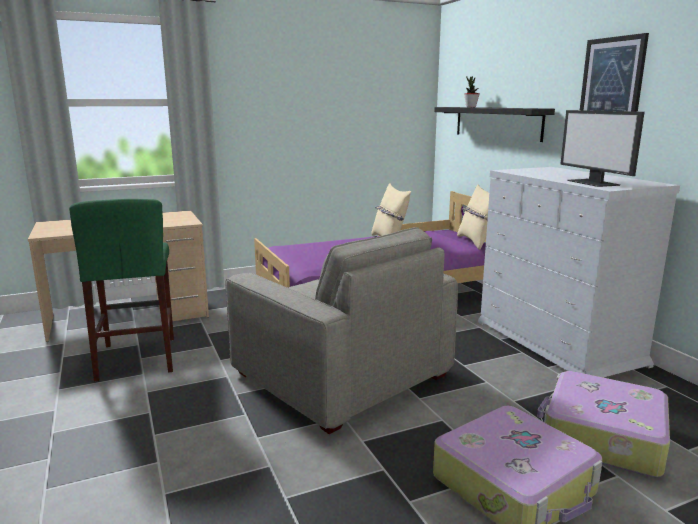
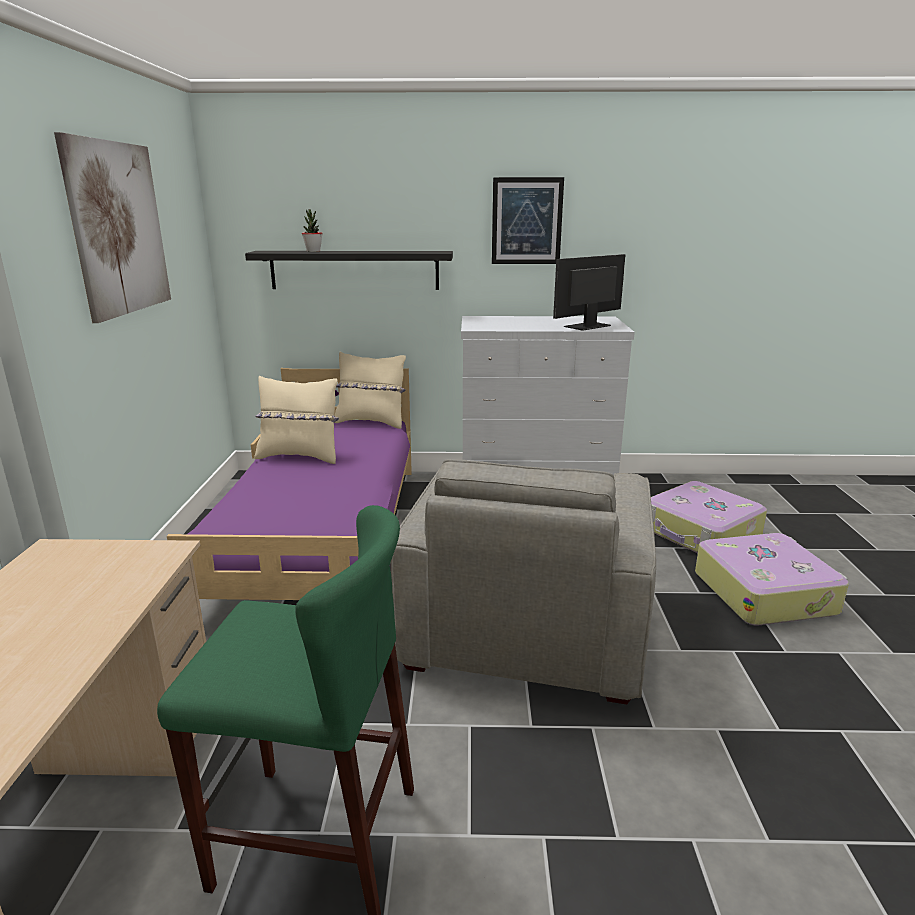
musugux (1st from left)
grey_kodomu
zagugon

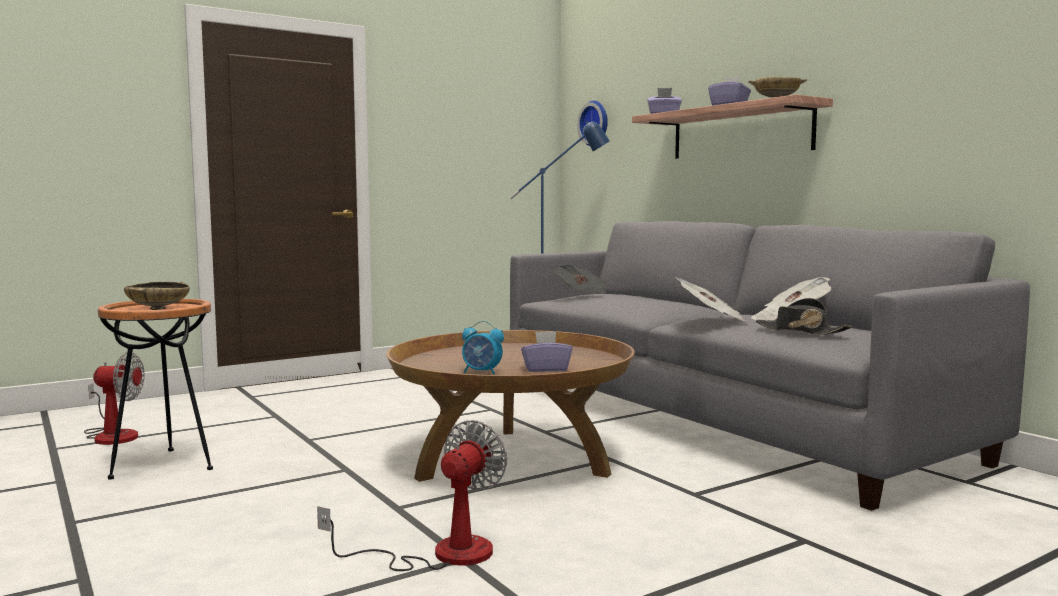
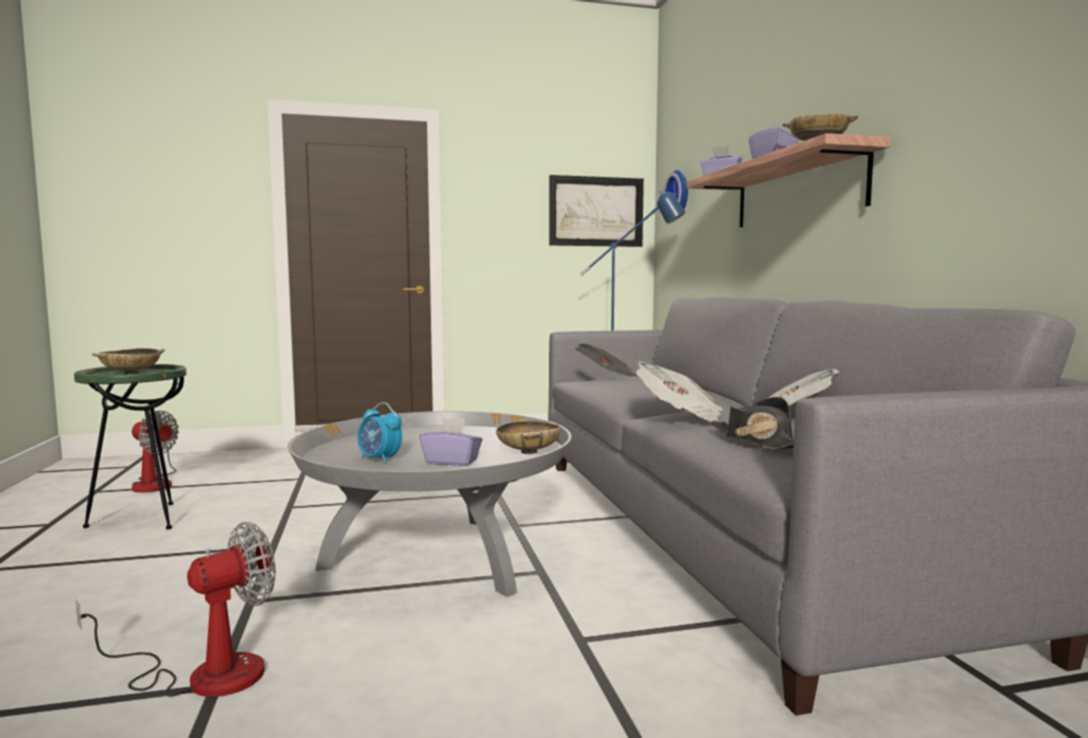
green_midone
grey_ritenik
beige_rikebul (2nd from left)
musugux

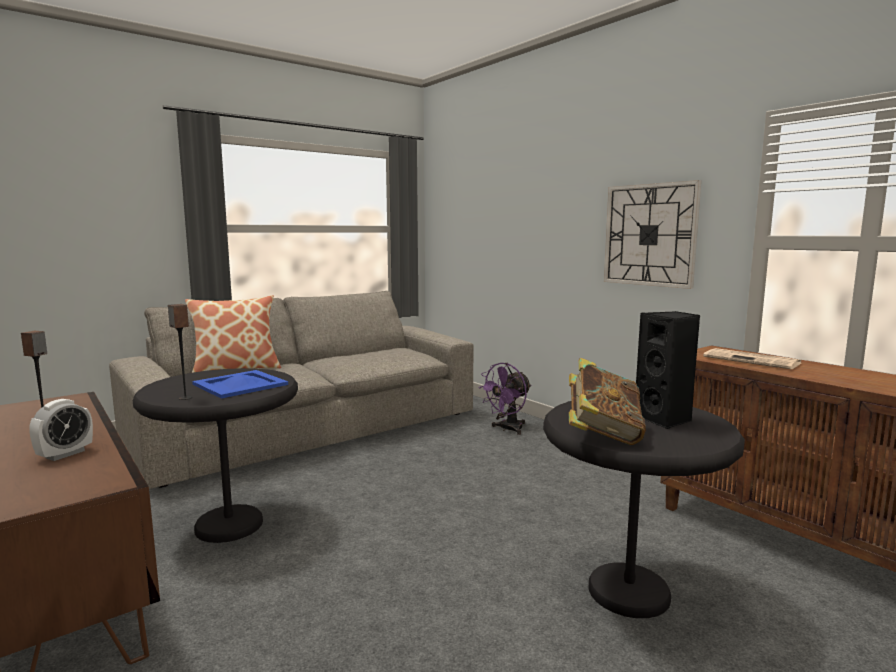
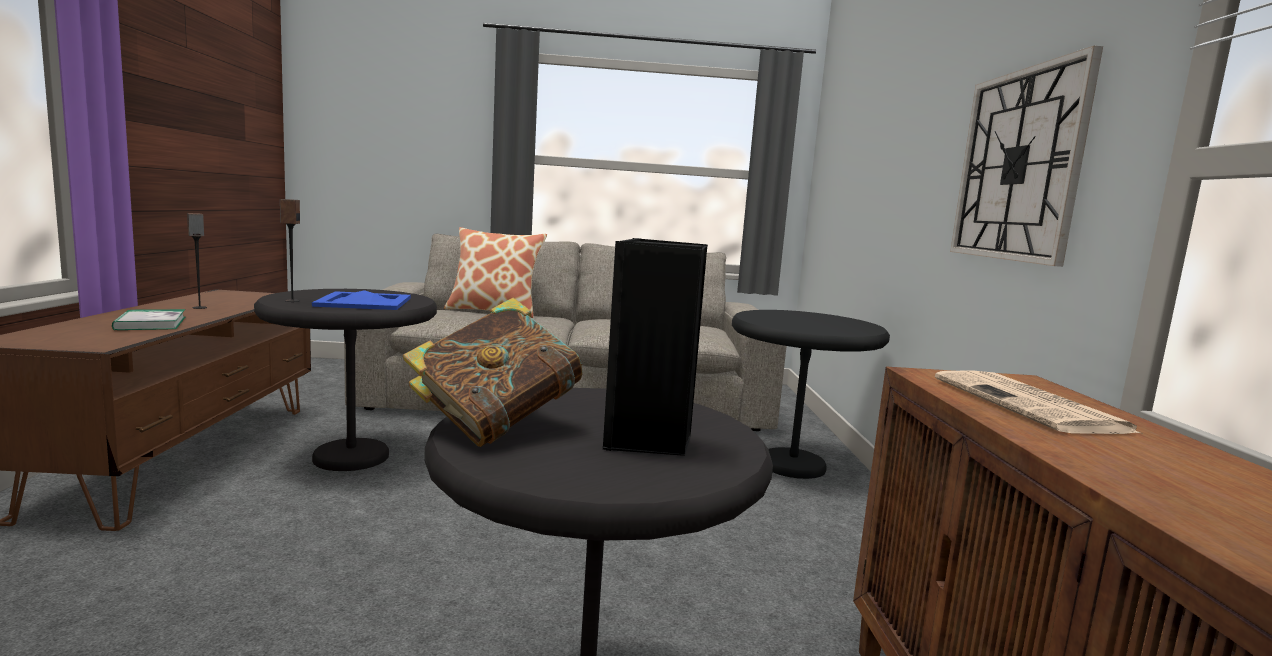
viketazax (1st from left)
black_midone (3rd from left)

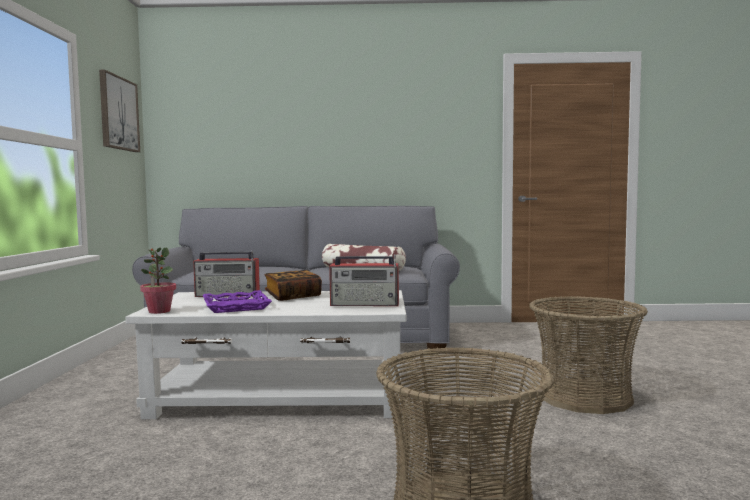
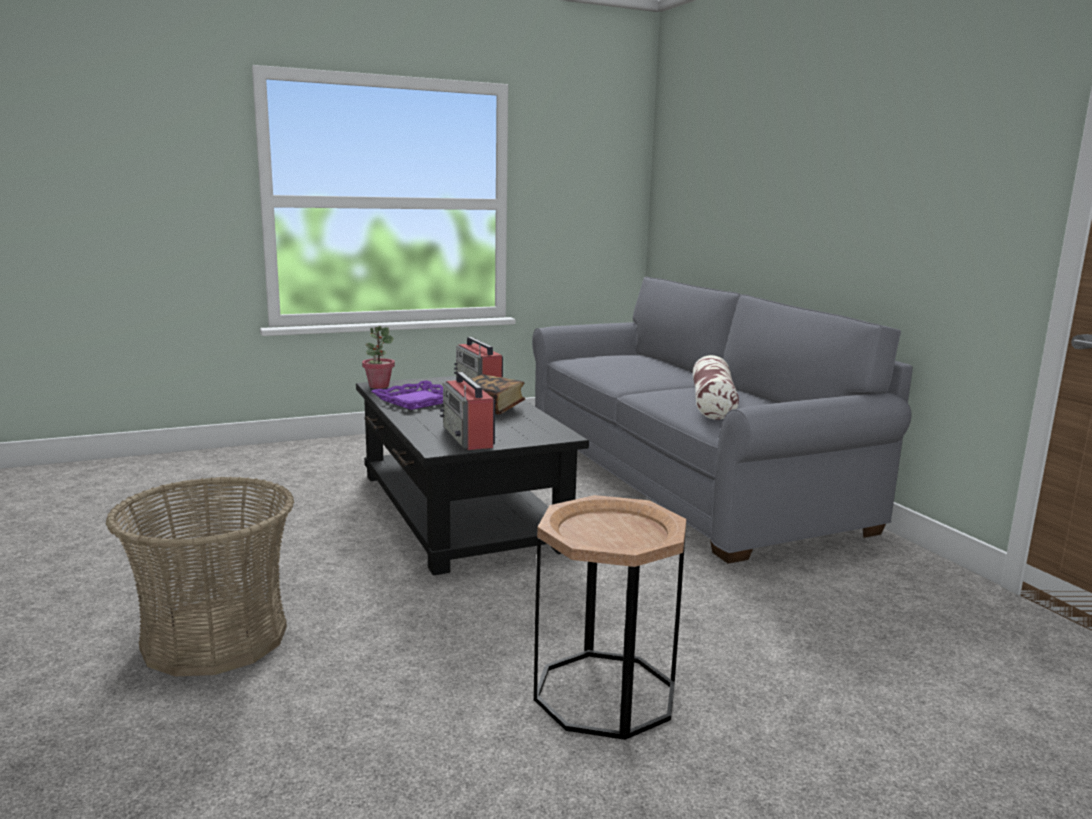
black_ritenik
brown_midone
musugux

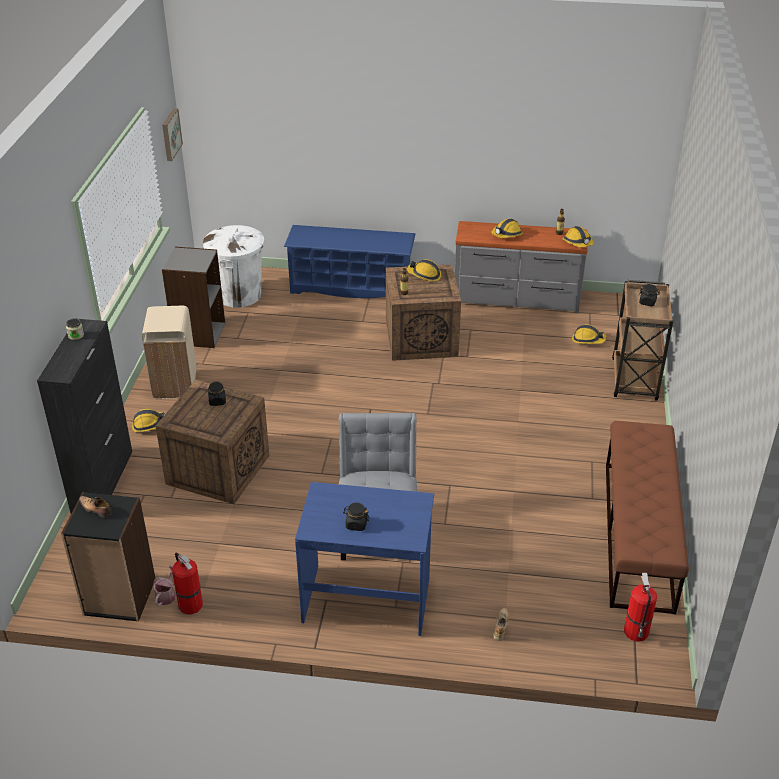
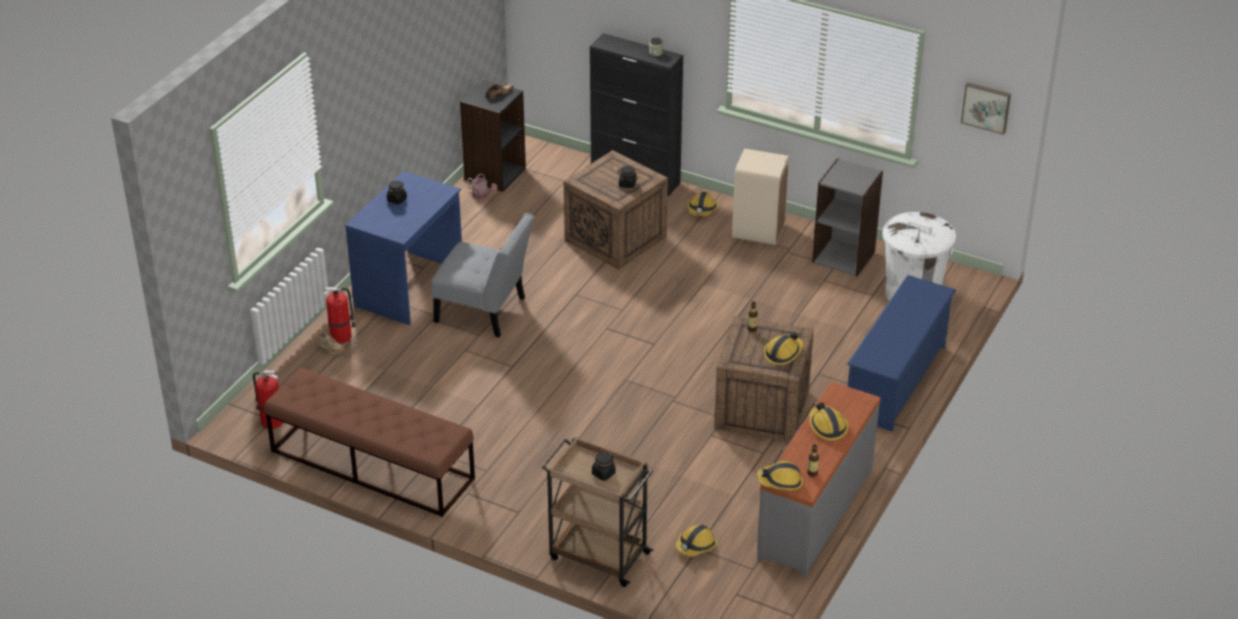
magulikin (2nd from left)

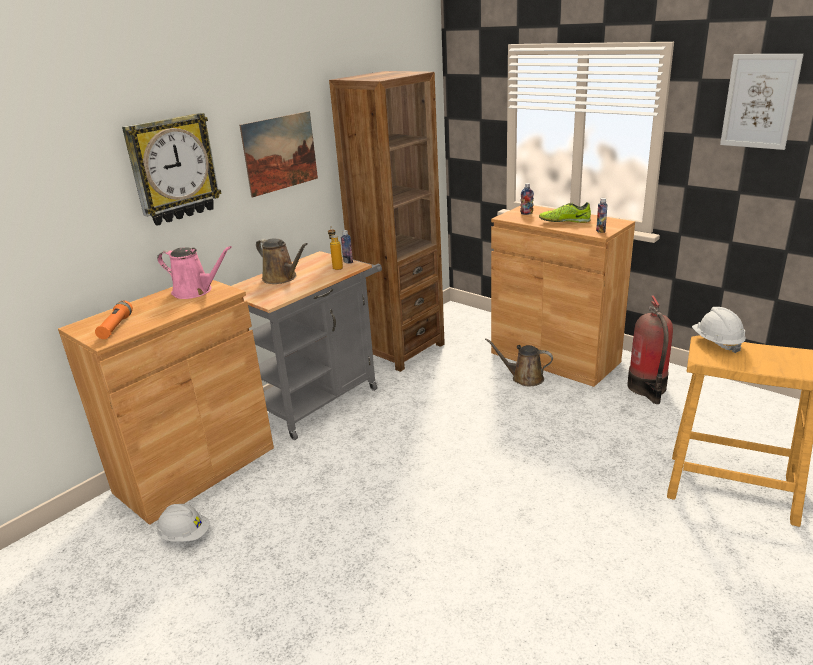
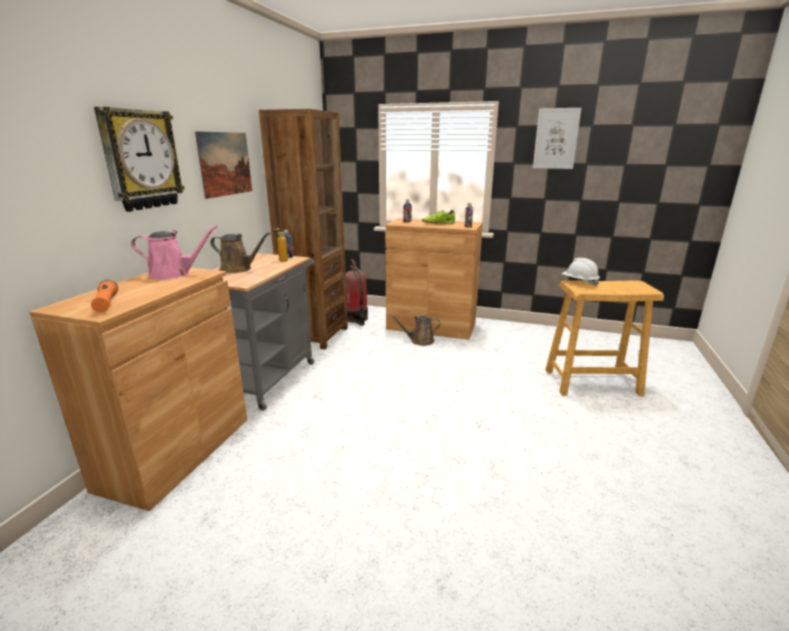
magulikin
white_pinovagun (1st from left in the first image)

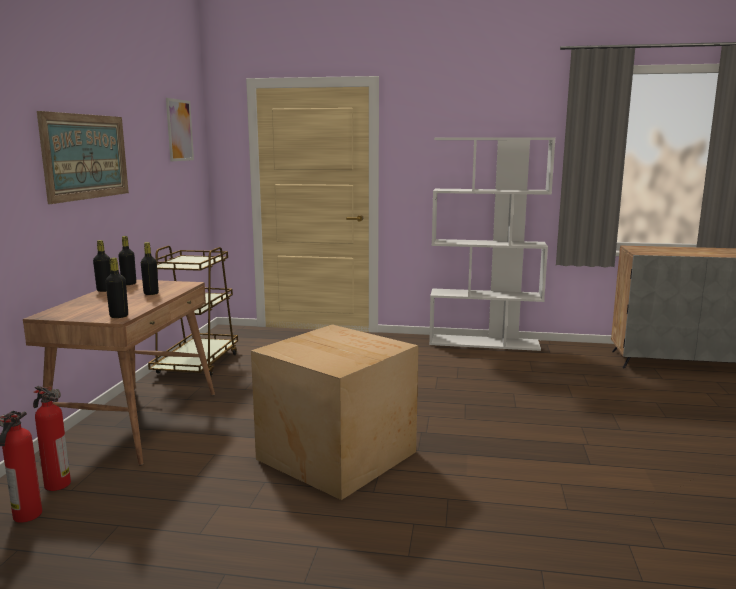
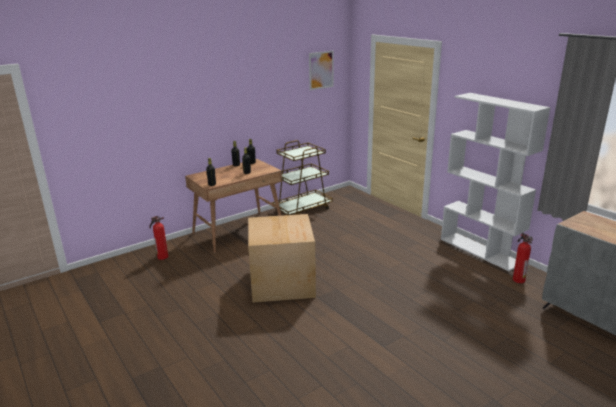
magulikin (2nd from left)
musugux (1st from left in the first image)

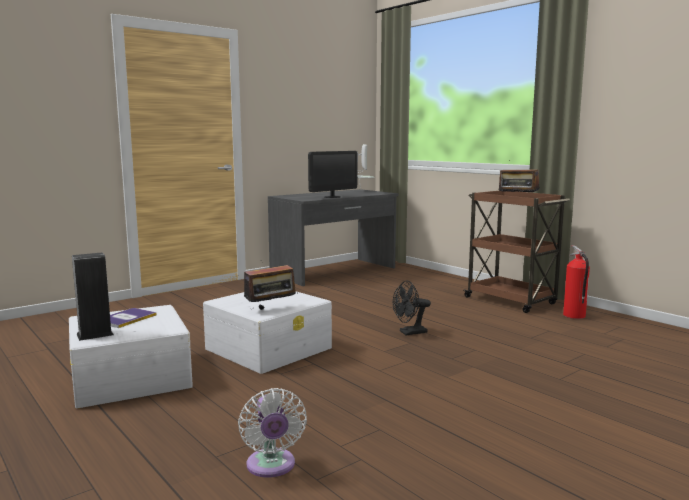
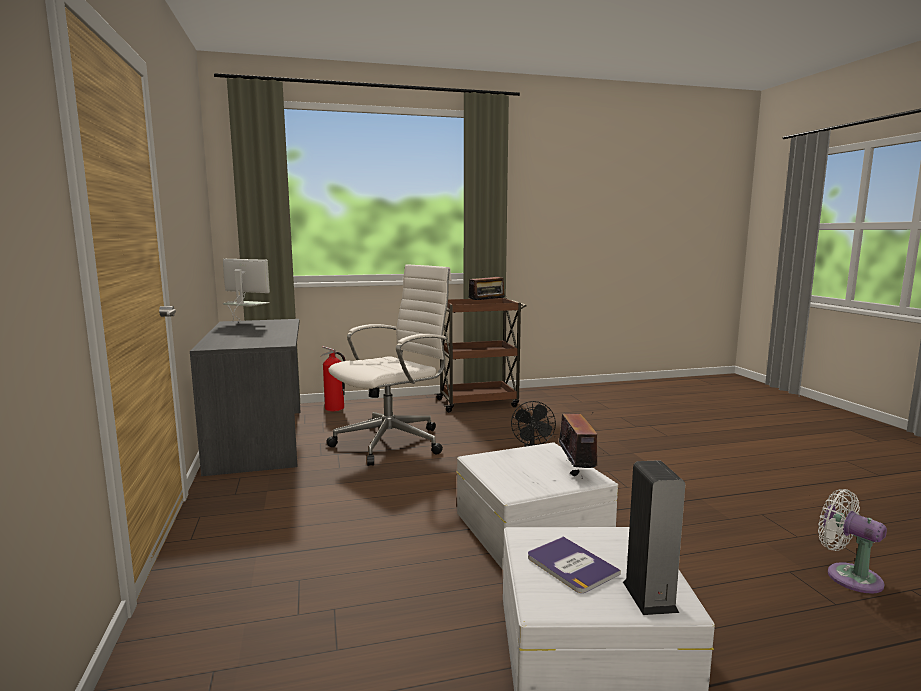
magulikin
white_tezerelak
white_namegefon
zagugon (1st from left in the first image)

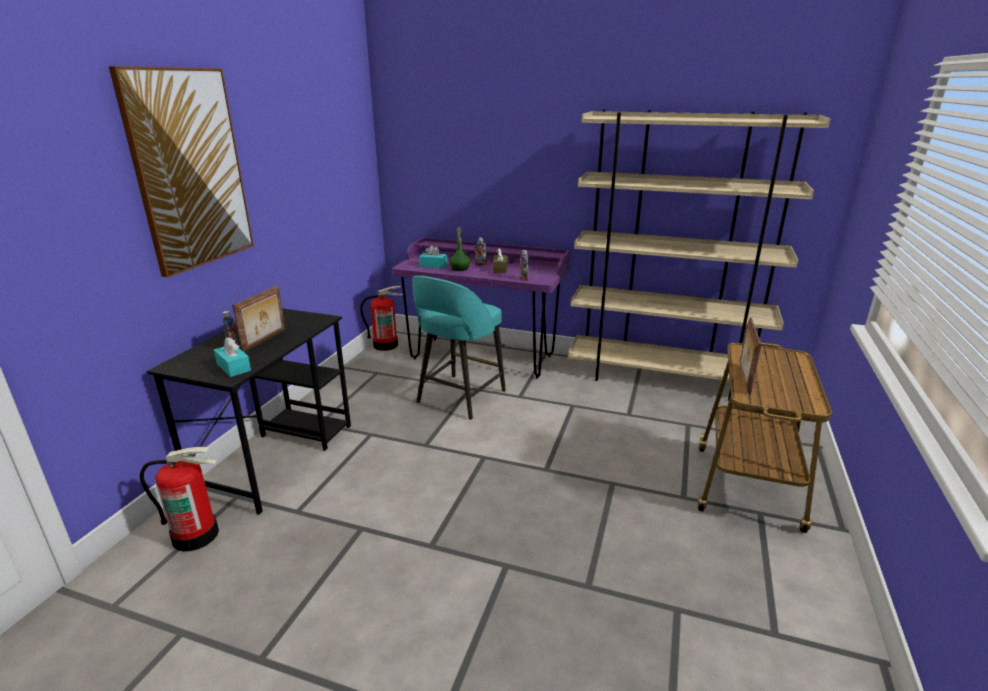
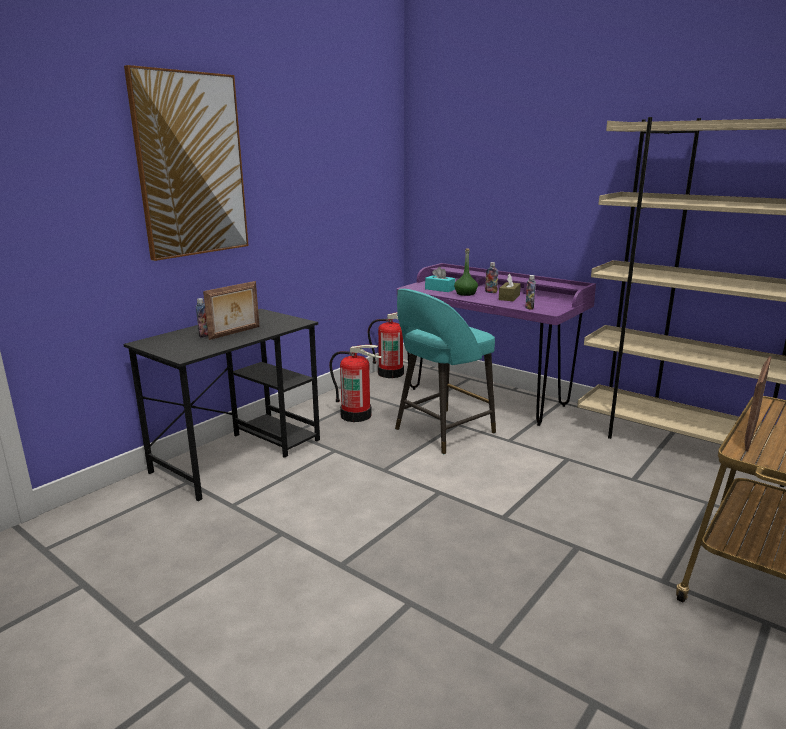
magulikin (1st from left)
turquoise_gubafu (1st from left in the first image)

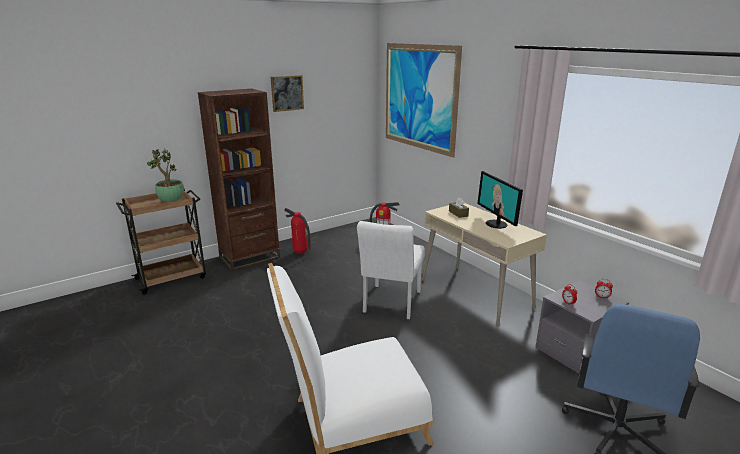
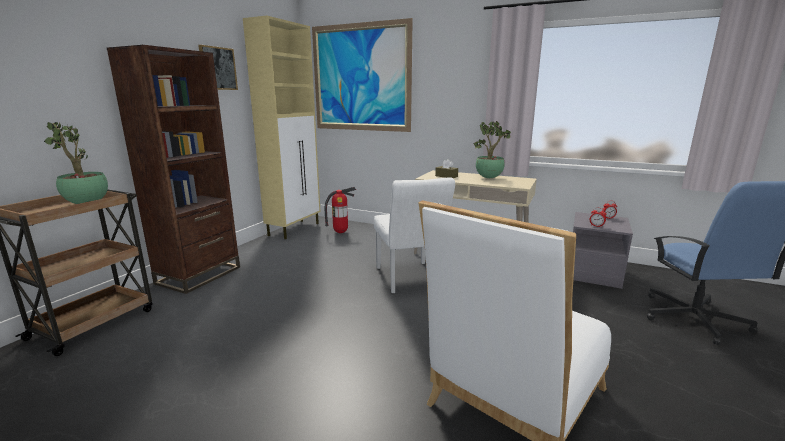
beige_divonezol
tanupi (2nd from left)
magulikin (1st from left in the first image)

